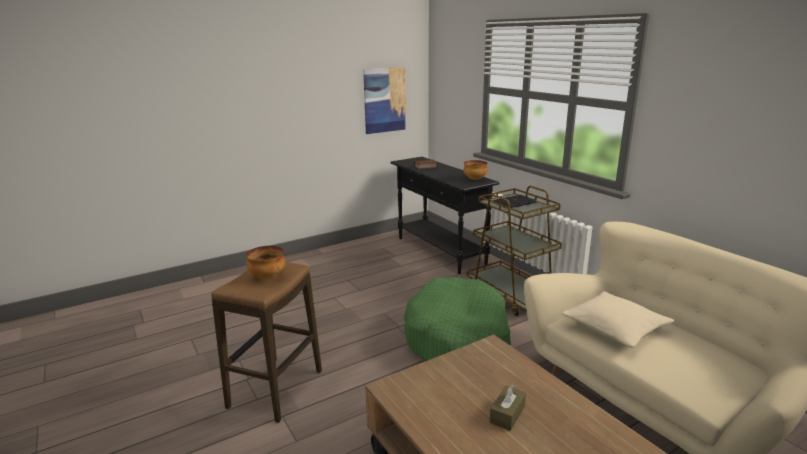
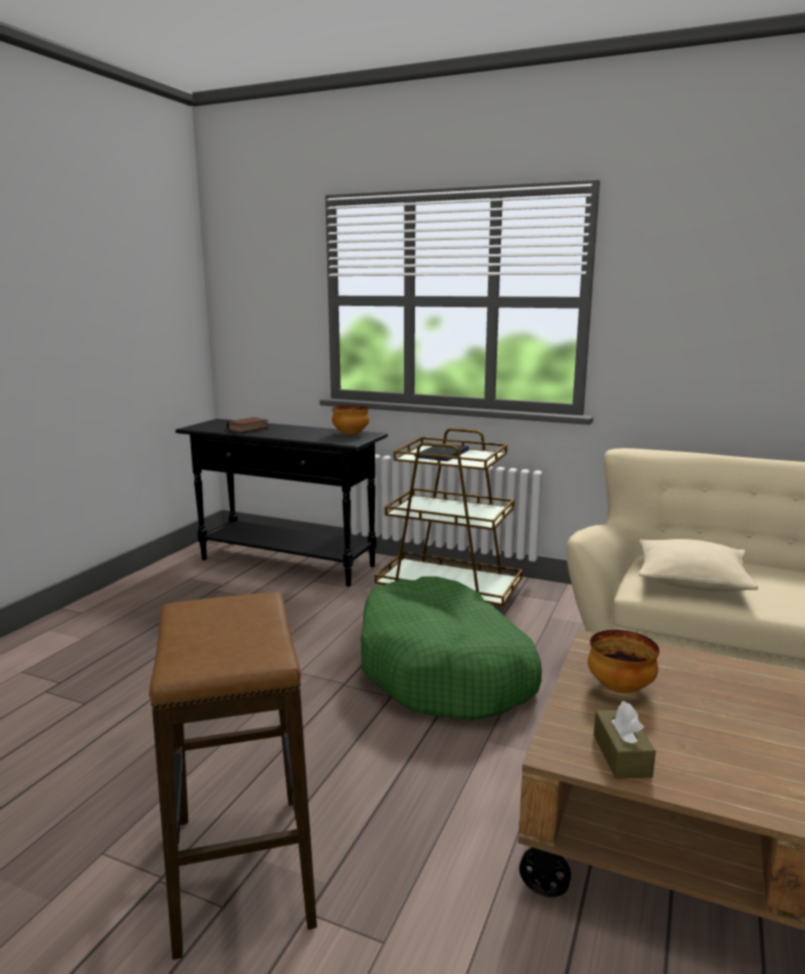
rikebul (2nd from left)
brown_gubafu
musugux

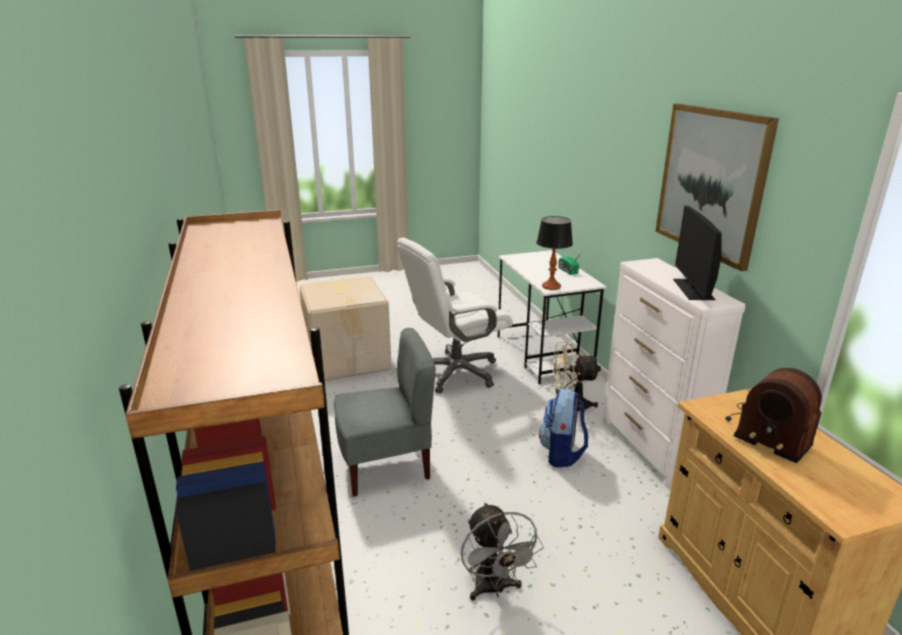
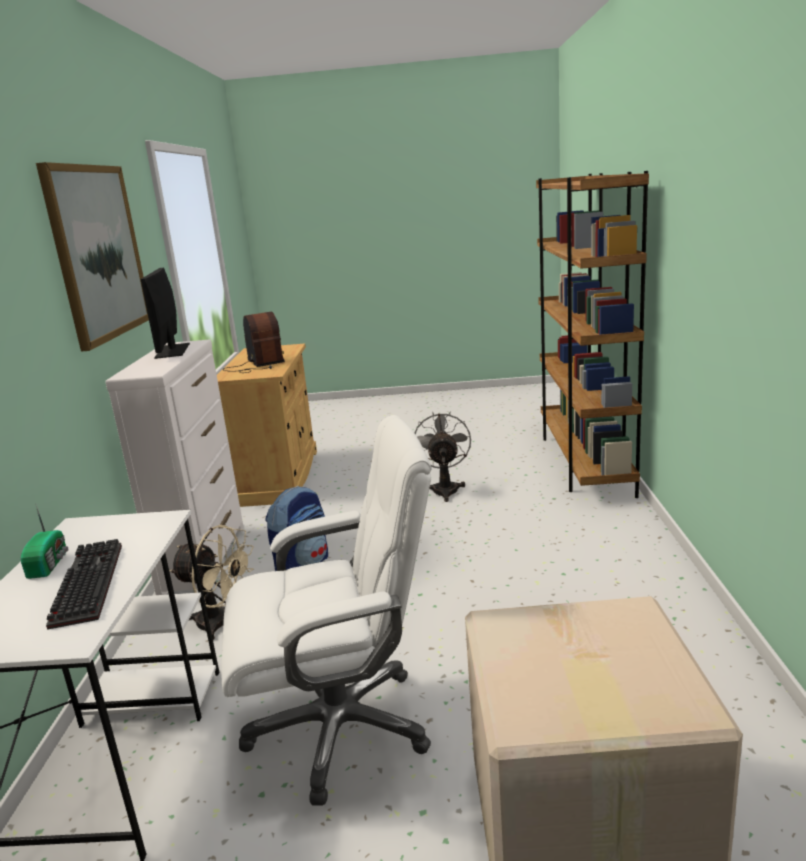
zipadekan
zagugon
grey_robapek
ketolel

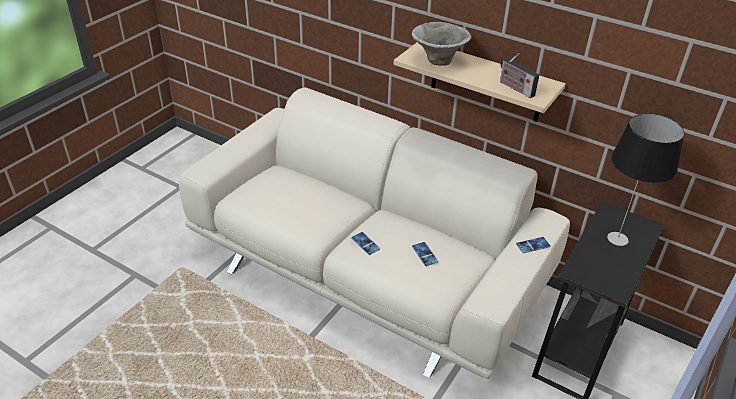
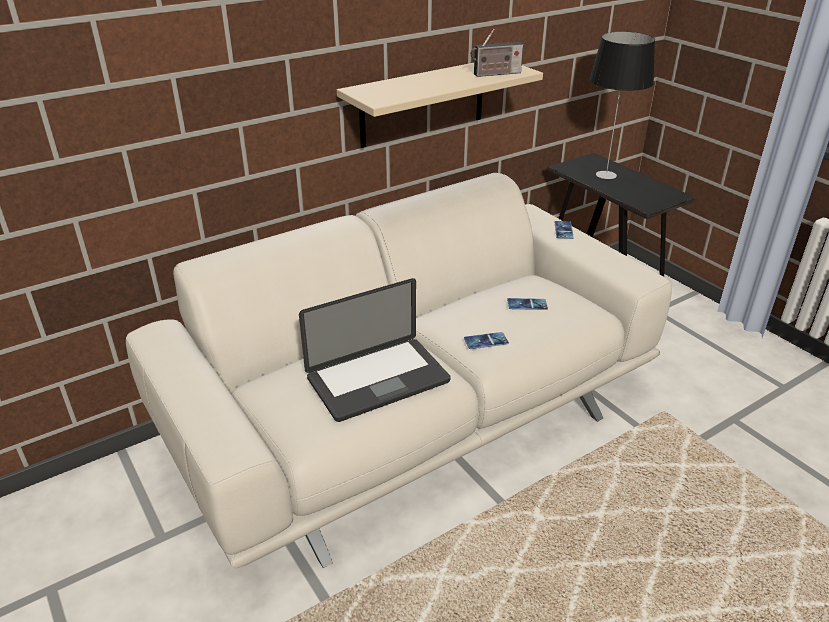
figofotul
rikebul

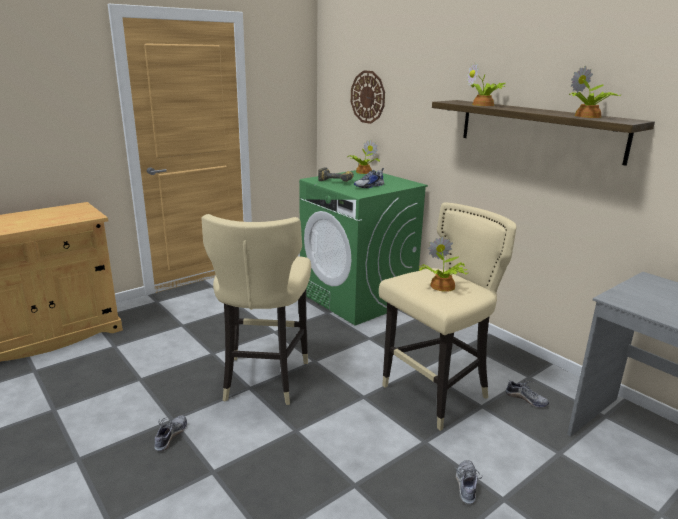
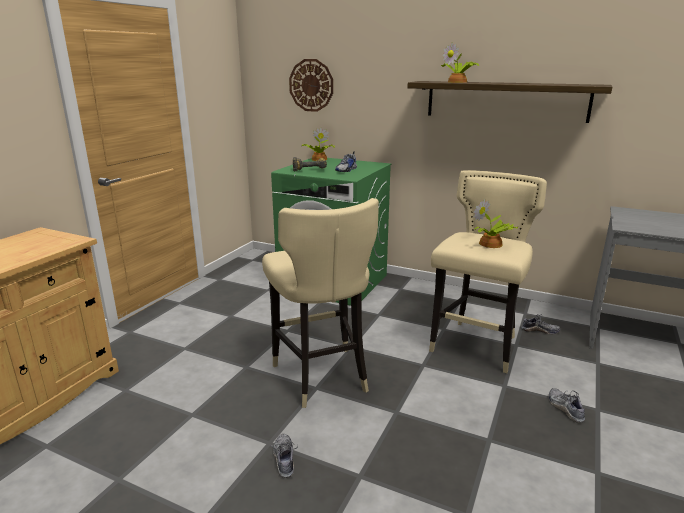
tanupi (4th from left in the first image)

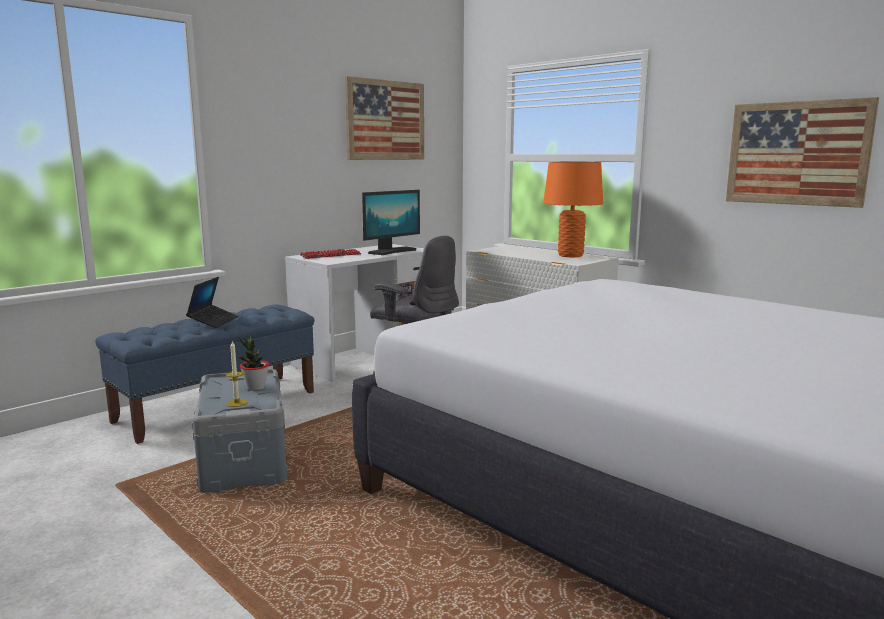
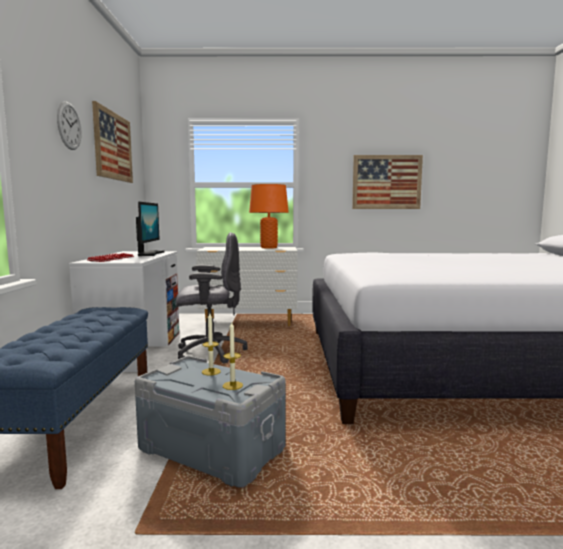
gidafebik
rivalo (1st from left)
figofotul

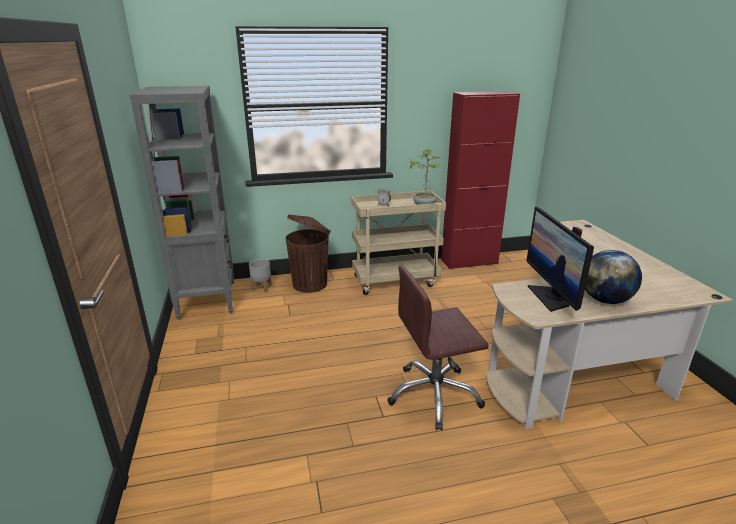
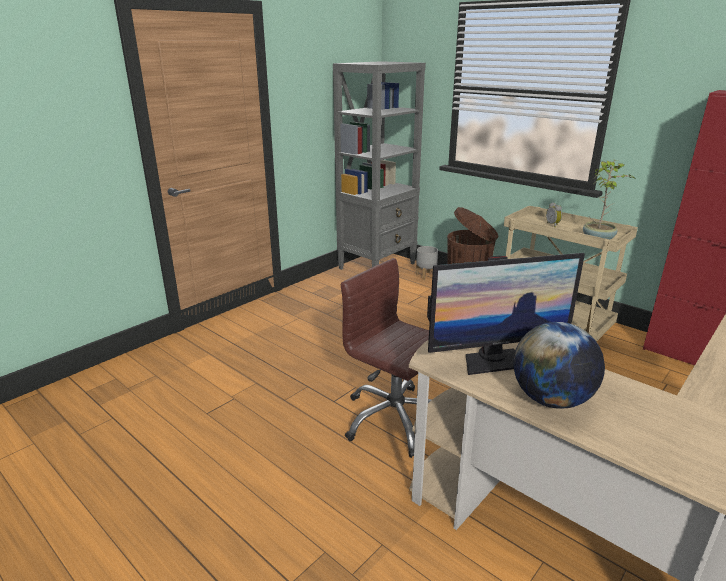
zagugon

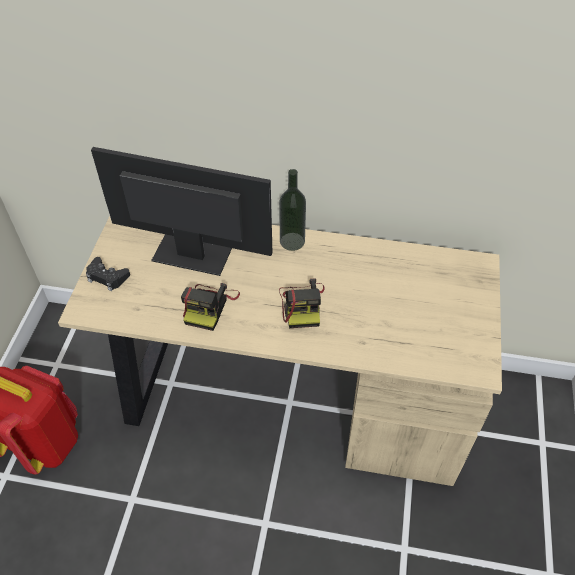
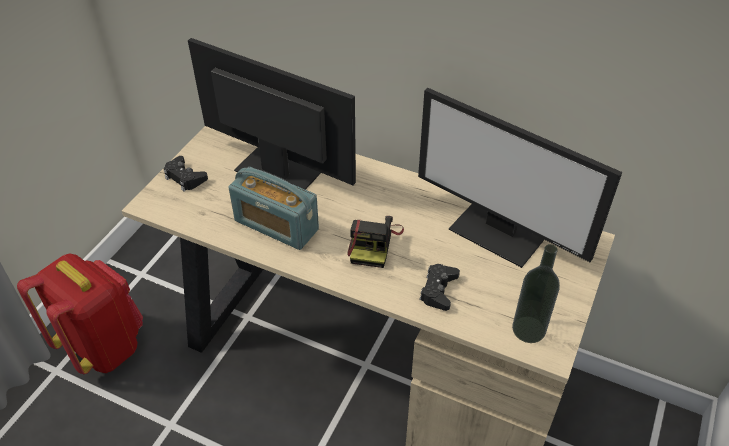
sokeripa
zagugon (2nd from left)
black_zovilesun (2nd from left)
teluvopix

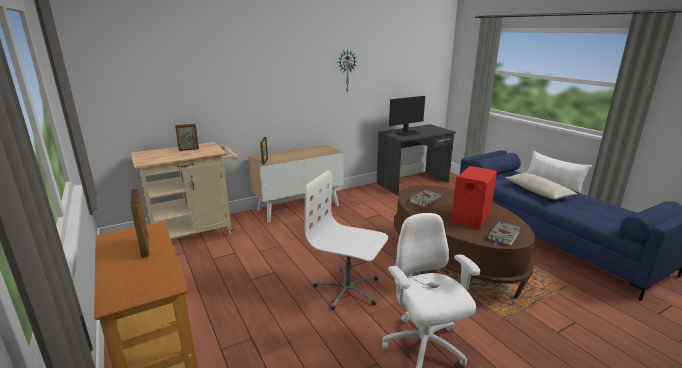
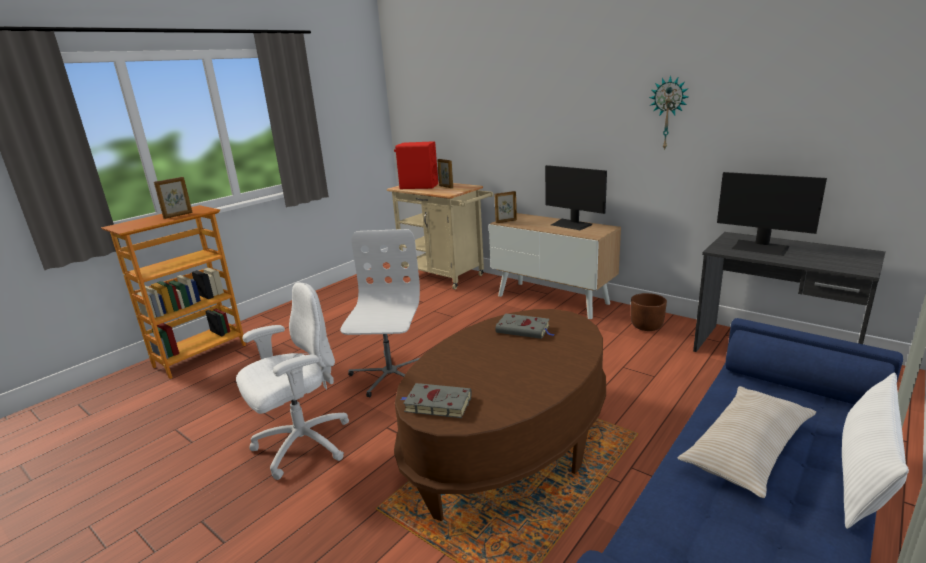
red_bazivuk
zagugon (1st from left)
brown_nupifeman

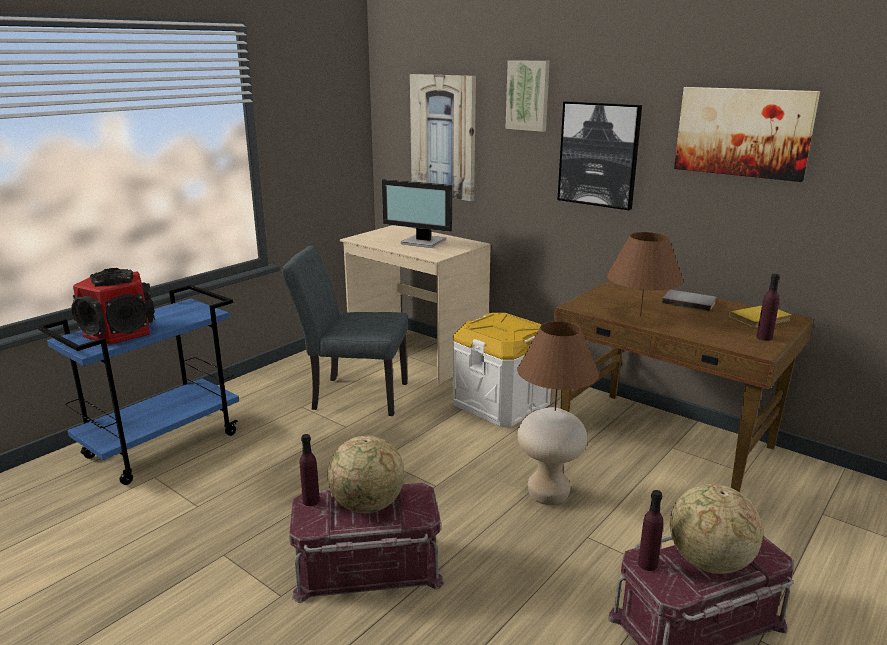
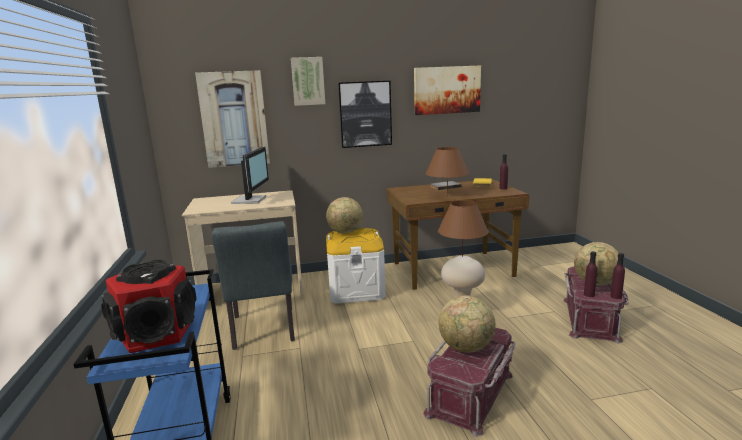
grey_robapek
zagugon
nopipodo (1st from left)
purple_teluvopix (3rd from left)

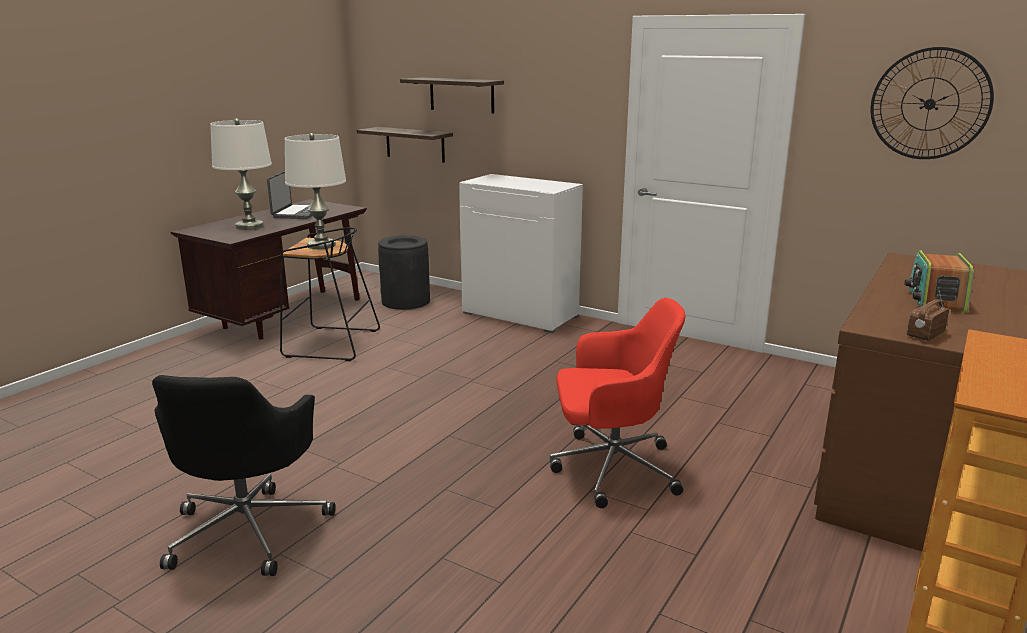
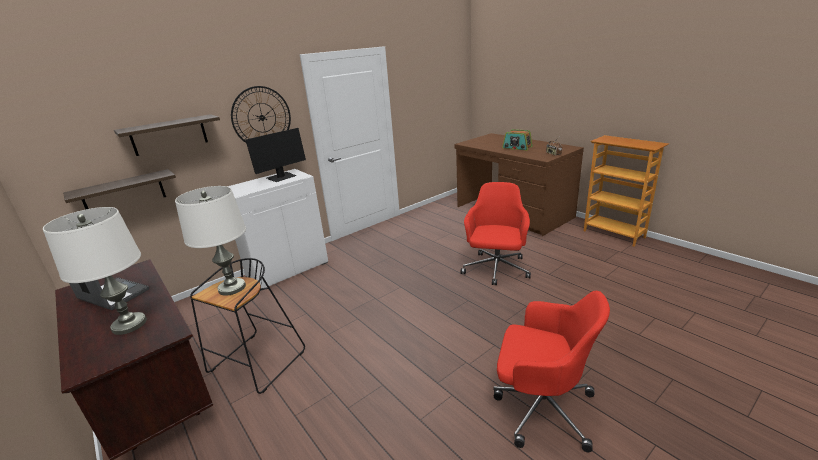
gidafebik
zagugon
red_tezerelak (2nd from left)
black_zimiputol

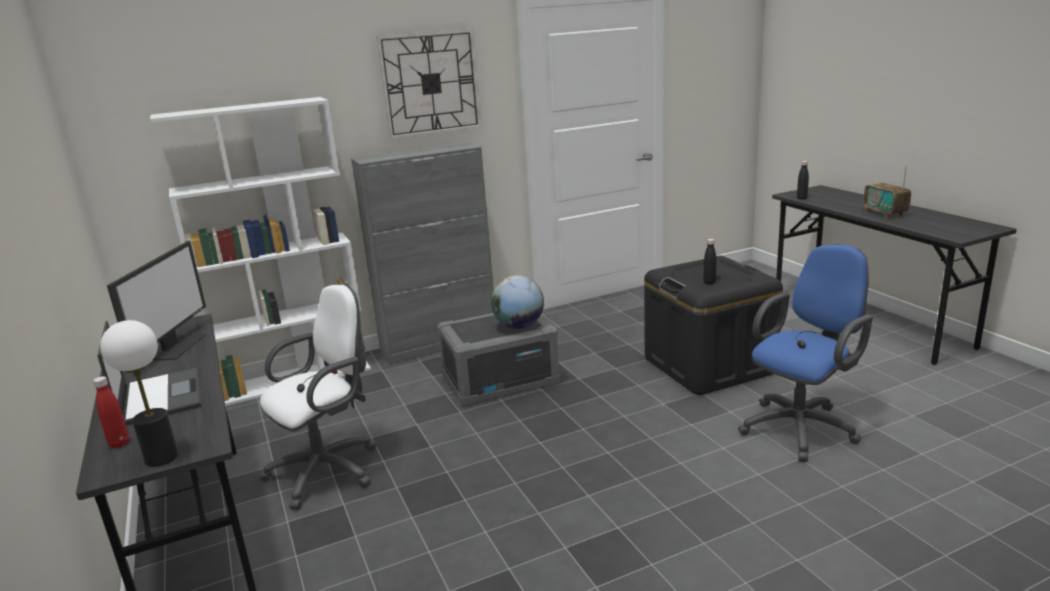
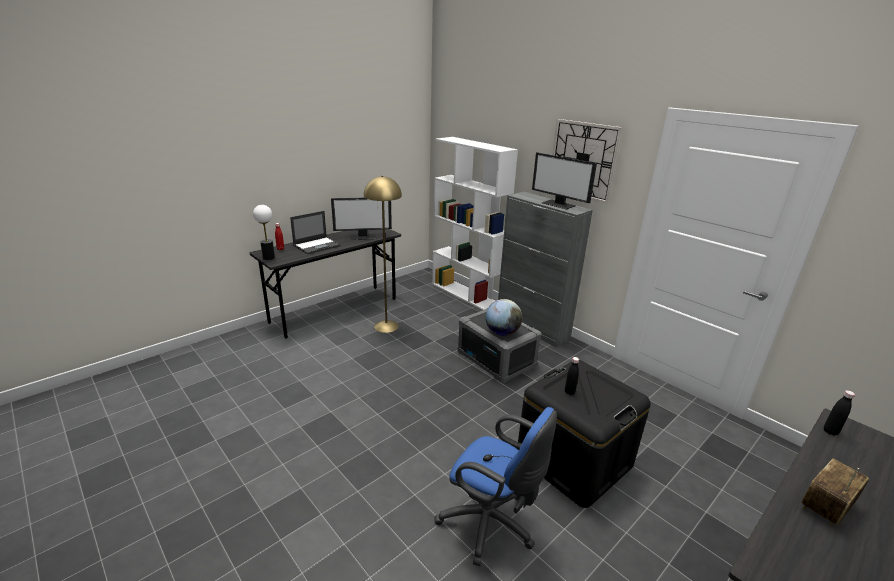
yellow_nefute
zagugon (2nd from left)

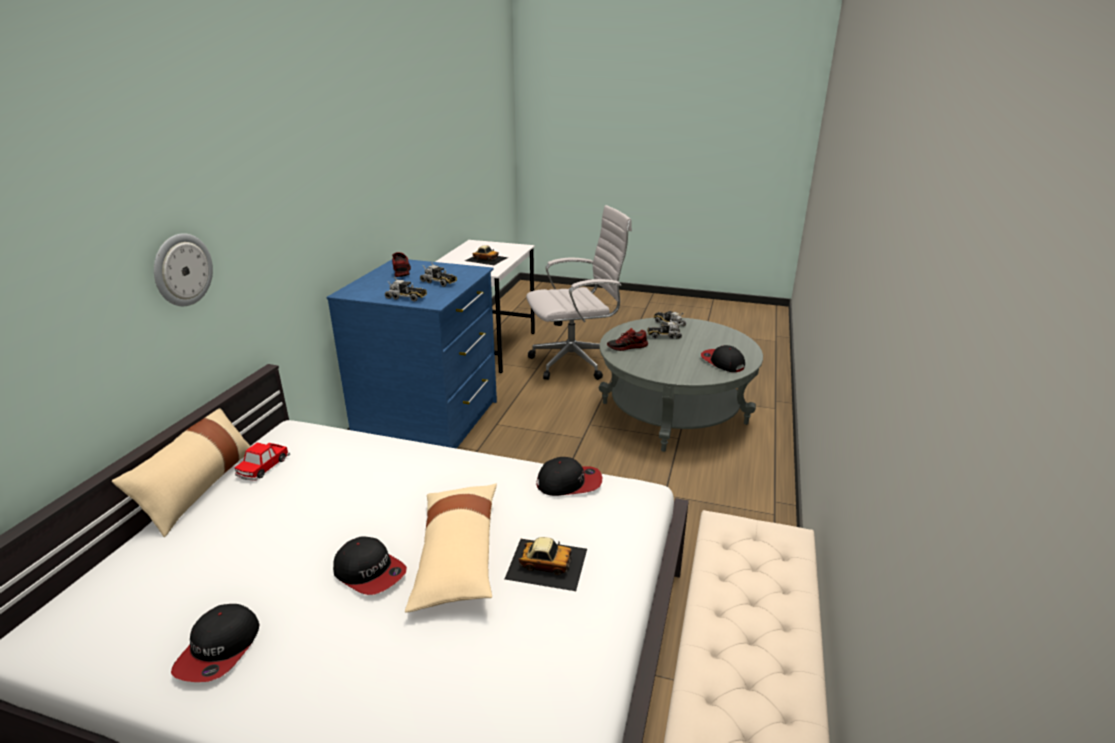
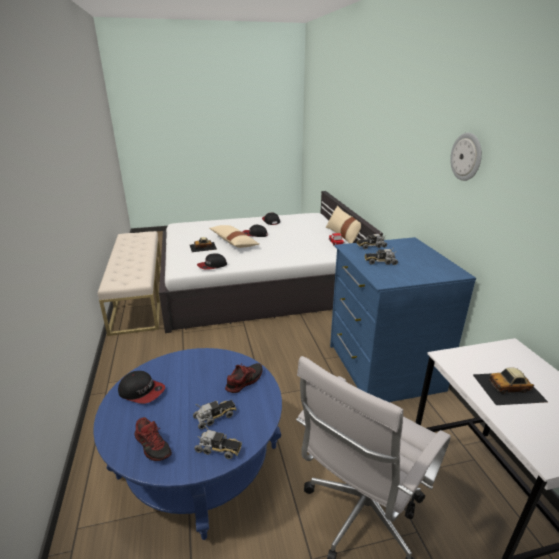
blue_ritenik
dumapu (1st from left)
gidafebik

